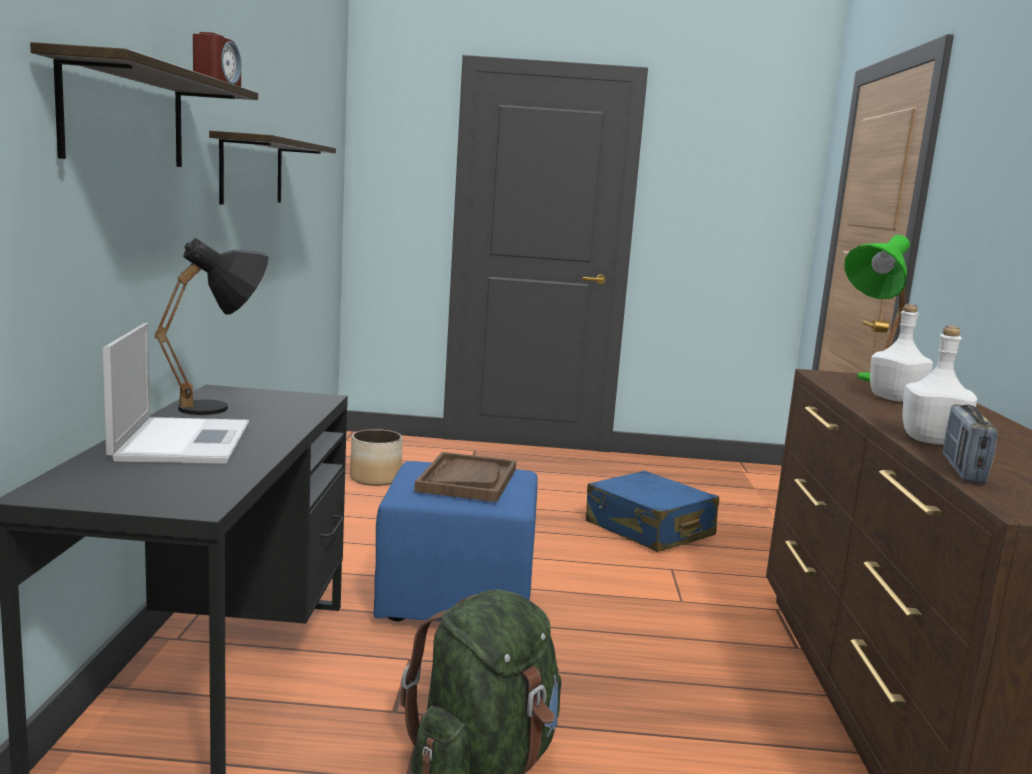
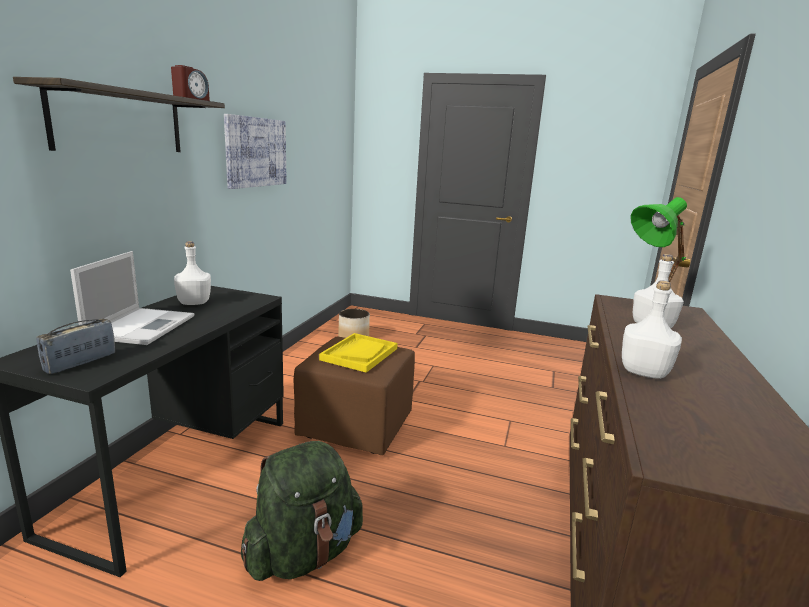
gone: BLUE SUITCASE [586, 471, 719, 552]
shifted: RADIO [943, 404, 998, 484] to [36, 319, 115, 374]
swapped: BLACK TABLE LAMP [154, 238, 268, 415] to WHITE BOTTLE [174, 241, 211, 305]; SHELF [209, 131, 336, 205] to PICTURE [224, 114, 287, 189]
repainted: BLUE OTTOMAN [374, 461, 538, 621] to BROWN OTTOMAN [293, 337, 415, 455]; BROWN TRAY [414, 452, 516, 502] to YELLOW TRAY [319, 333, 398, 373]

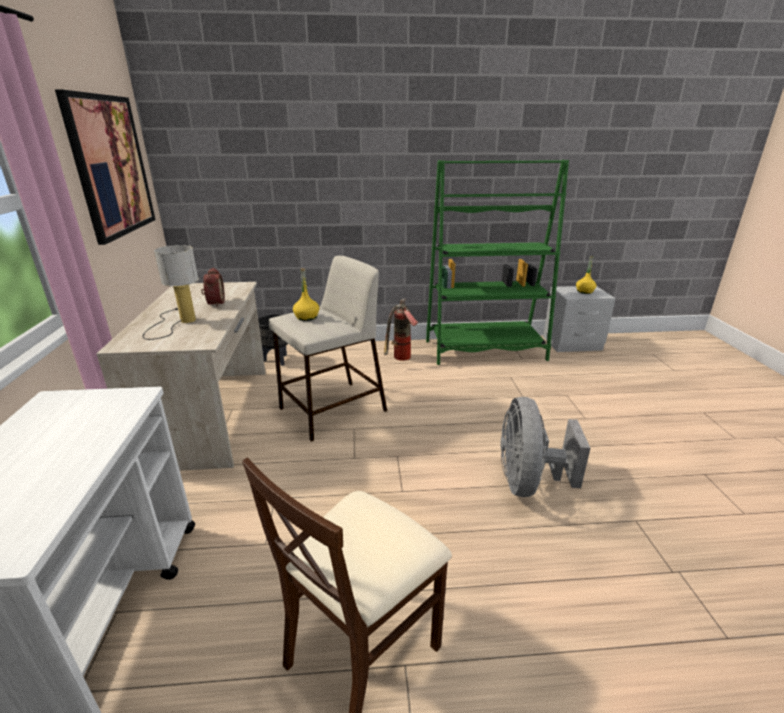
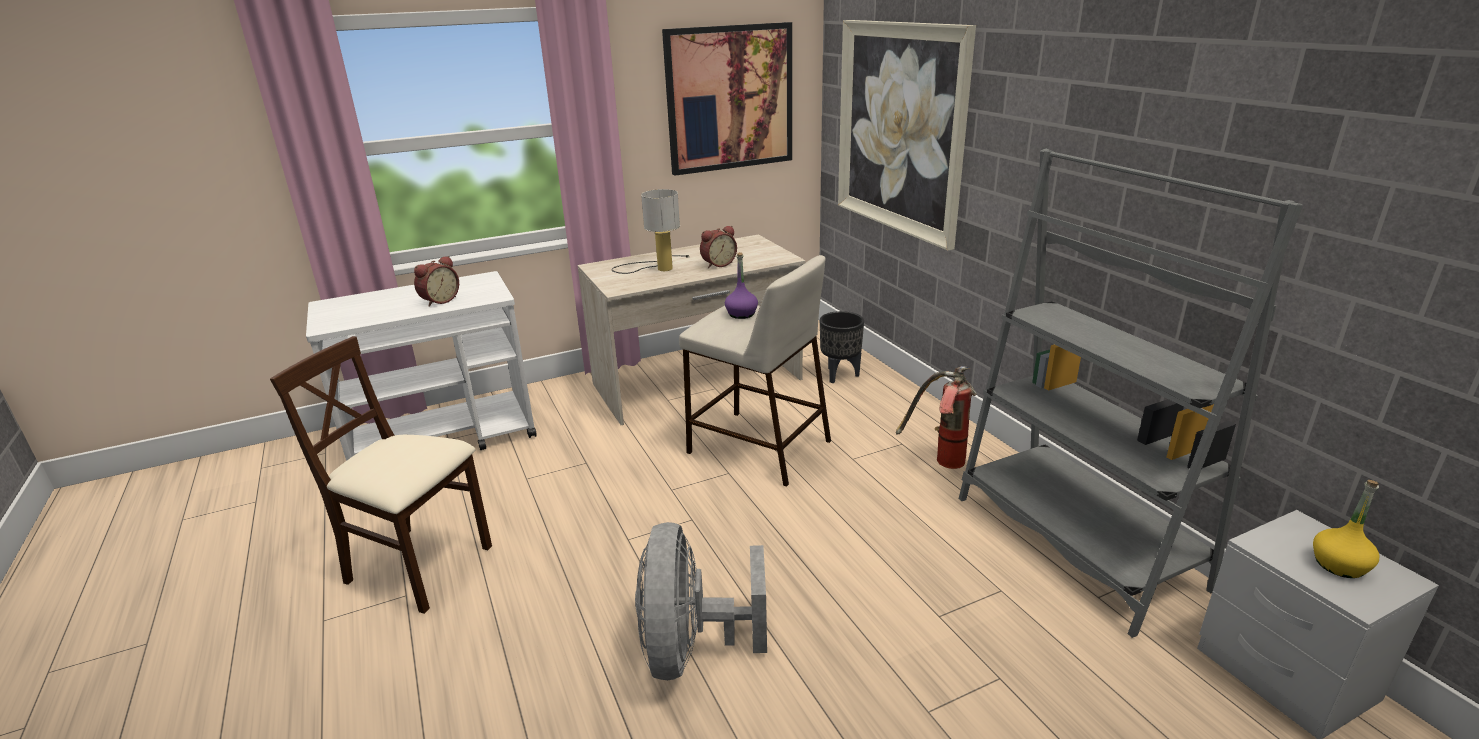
new: ALARM CLOCK [414, 256, 459, 307]; PICTURE [838, 20, 976, 250]
repainted: YELLOW BOTTLE [293, 268, 319, 321] to PURPLE BOTTLE [725, 252, 758, 319]; GREEN BOOKCASE [426, 160, 569, 365] to GREY BOOKCASE [959, 149, 1303, 638]
rotated: GREY FAN [500, 397, 590, 497] = [635, 522, 767, 680] 75 degrees counterclockwise

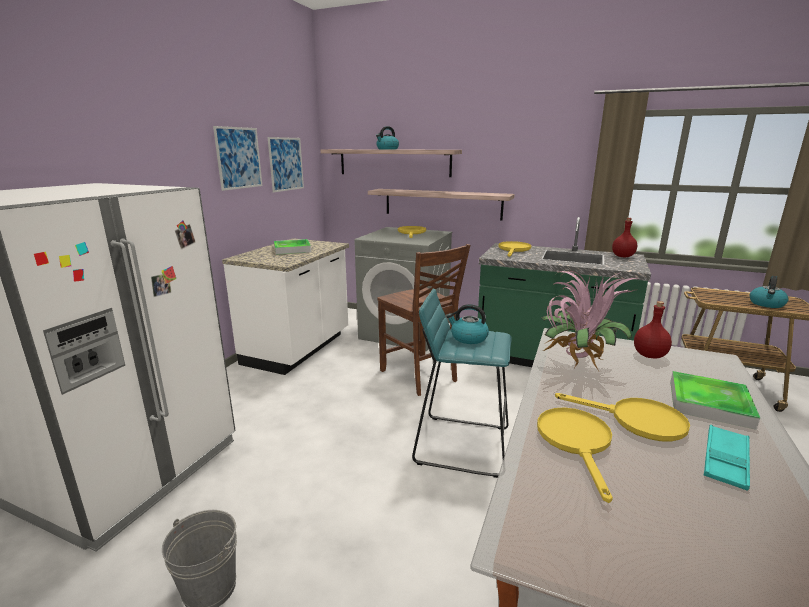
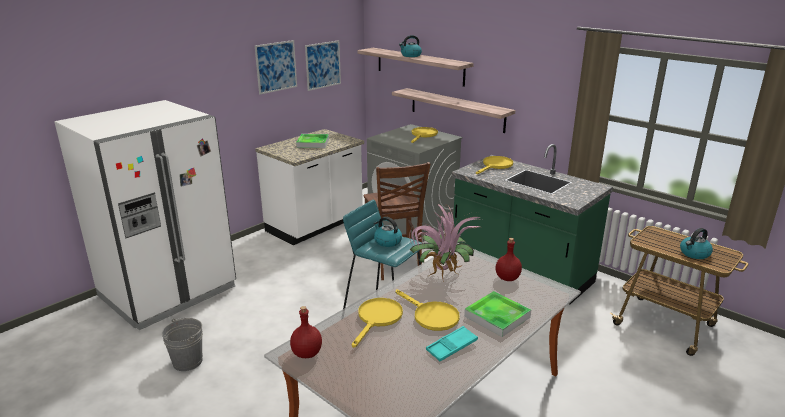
shifted: RED BOTTLE [612, 218, 637, 257] to [290, 306, 322, 358]

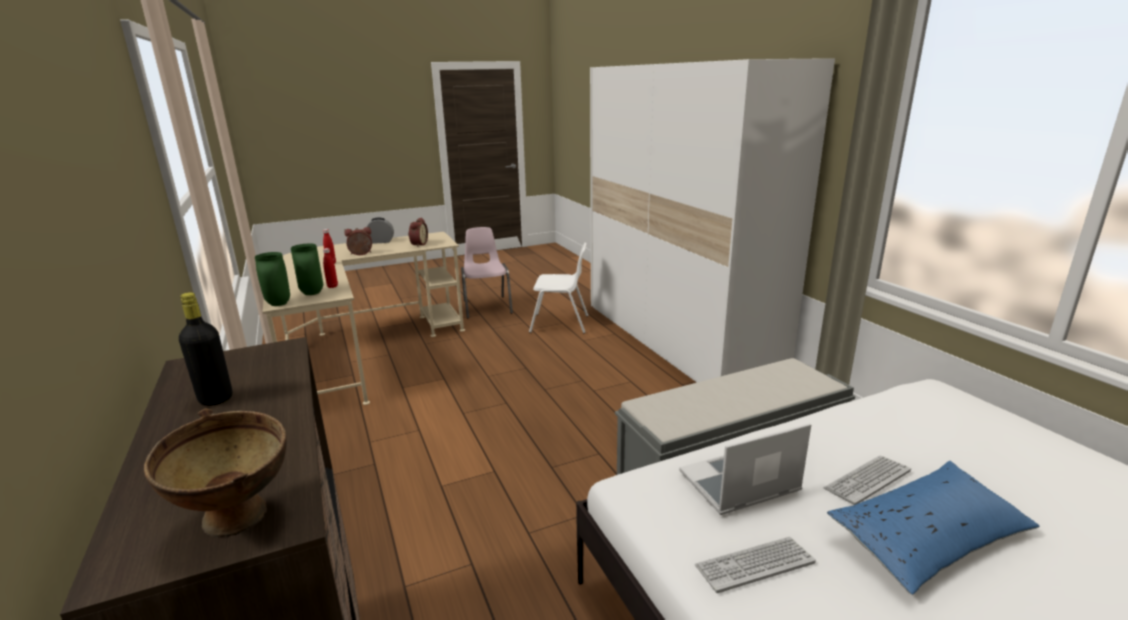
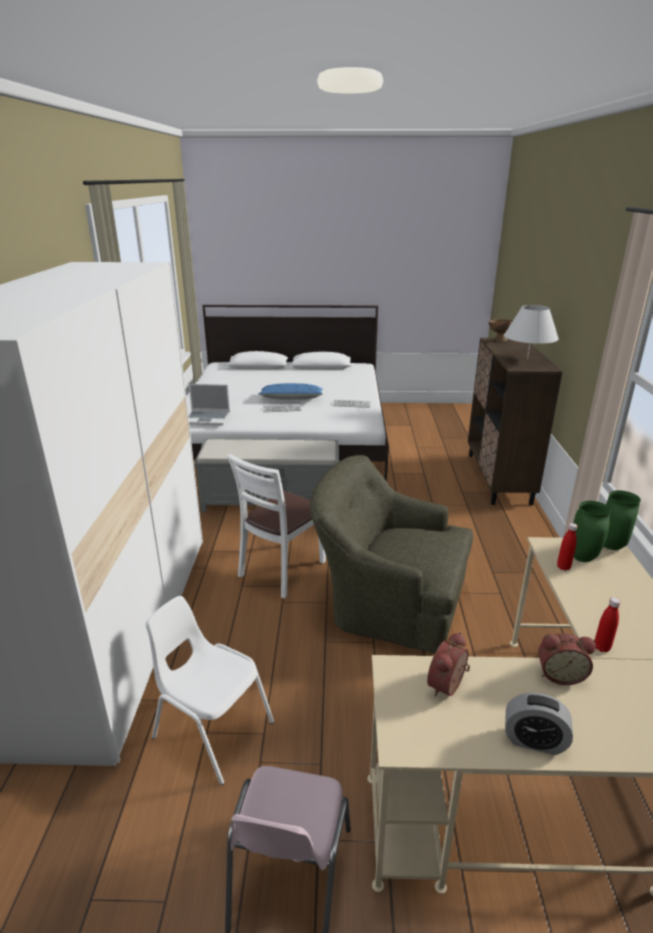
new: WHITE CHAIR [227, 454, 326, 598]; GREEN ARMCHAIR [309, 455, 473, 654]
shifted: LAPTOP [679, 423, 811, 515] to [188, 384, 230, 425]
swapped: BLACK BOTTLE [179, 292, 233, 406] to WHITE TABLE LAMP [504, 305, 559, 359]

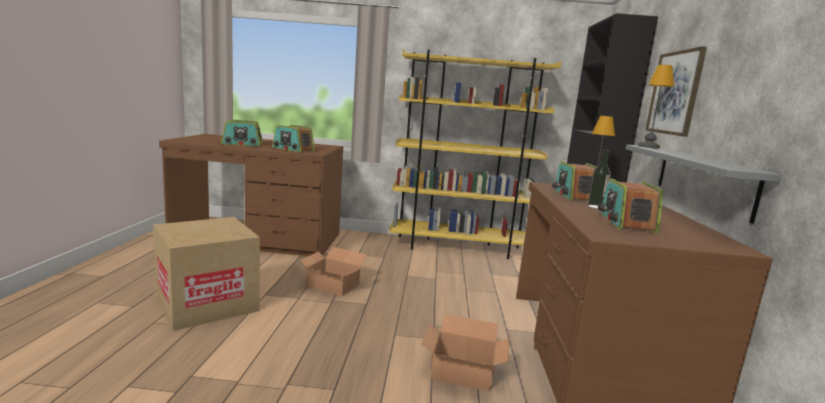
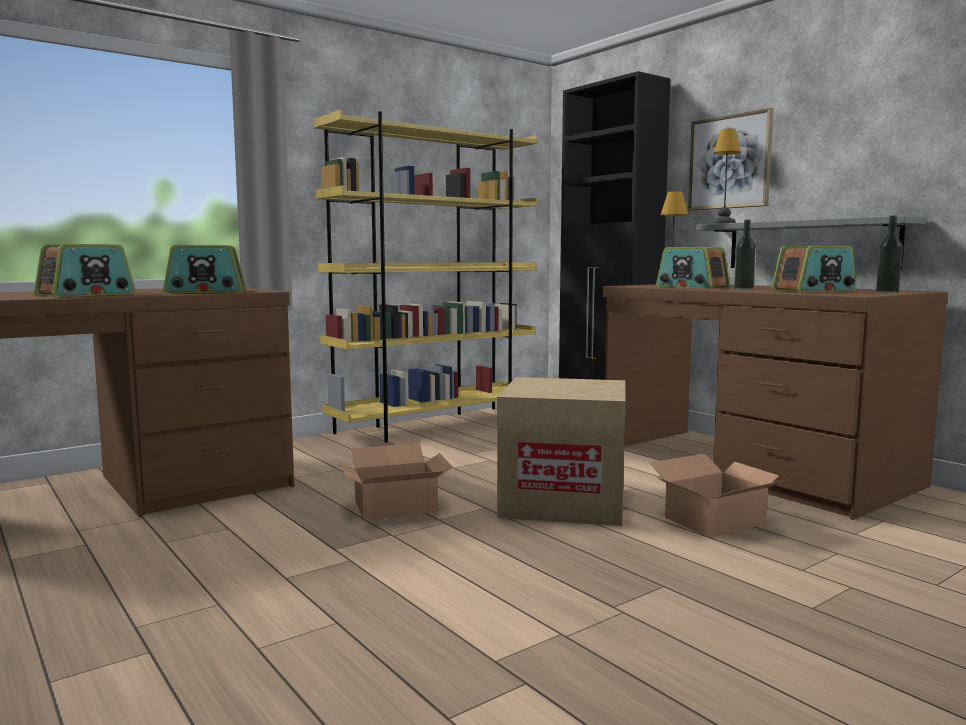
new: BOTTLE [876, 216, 903, 293]
shifted: CARDBOARD BOX [153, 217, 260, 331] to [497, 377, 625, 526]
rotated: RADIO [598, 178, 663, 233] = [771, 245, 856, 292] 75 degrees counterclockwise

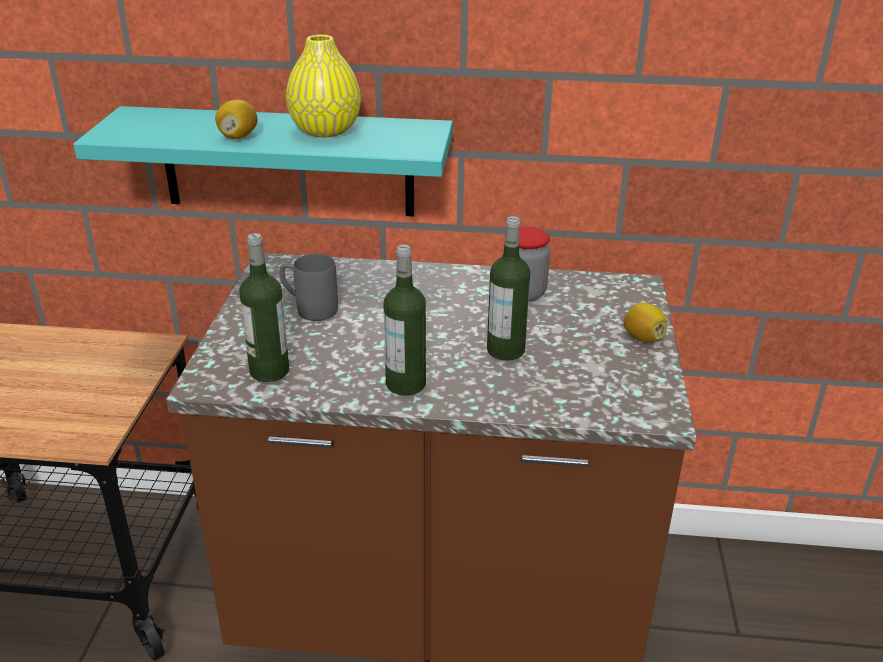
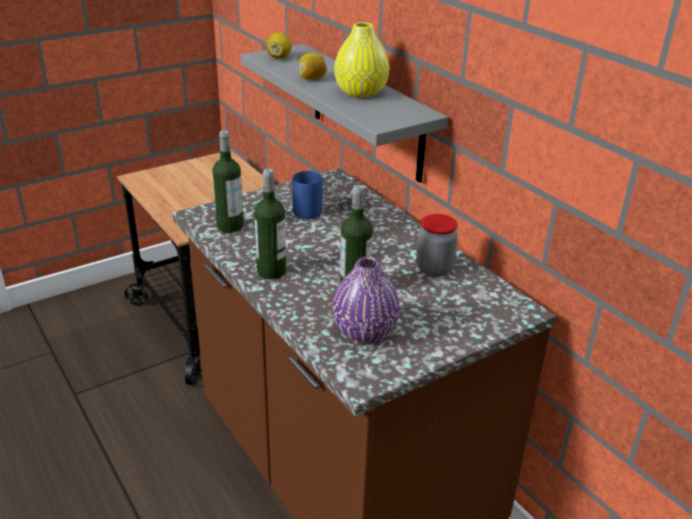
new: PURPLE VASE [332, 256, 400, 343]
shifted: LEMON [623, 303, 668, 342] to [266, 32, 292, 59]
repainted: TURQUOISE SHELF [73, 106, 453, 216] to GREY SHELF [241, 44, 448, 183]; GREY MUG [280, 254, 338, 321] to BLUE MUG [292, 171, 323, 219]

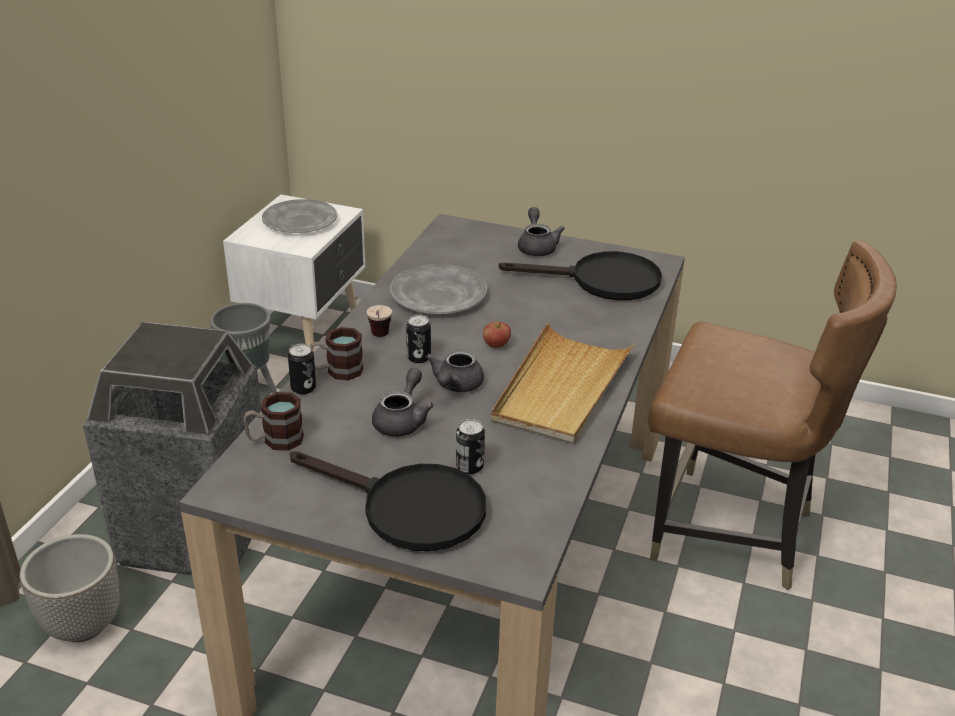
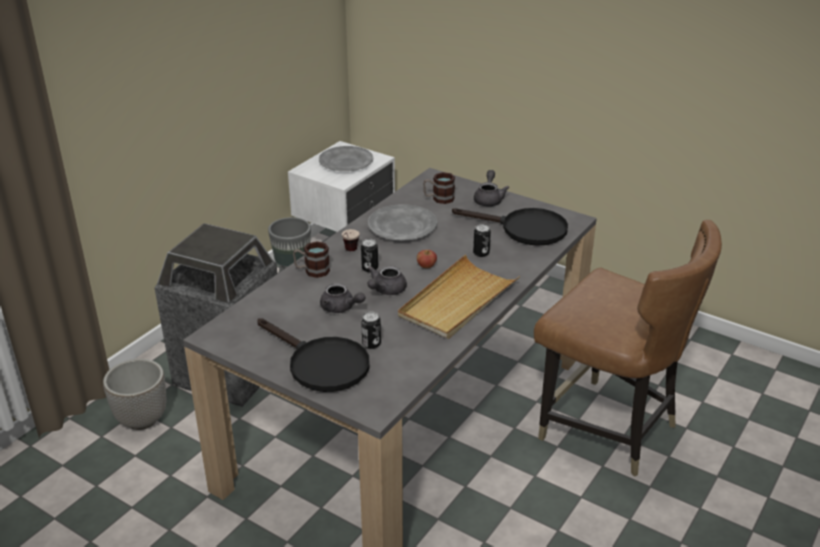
shifted: MUG [243, 392, 304, 451] to [423, 172, 455, 204]; CAN [288, 344, 316, 394] to [473, 224, 491, 257]
rotated: GREY TEAPOT [372, 368, 434, 437] = [320, 283, 365, 313] 90 degrees clockwise

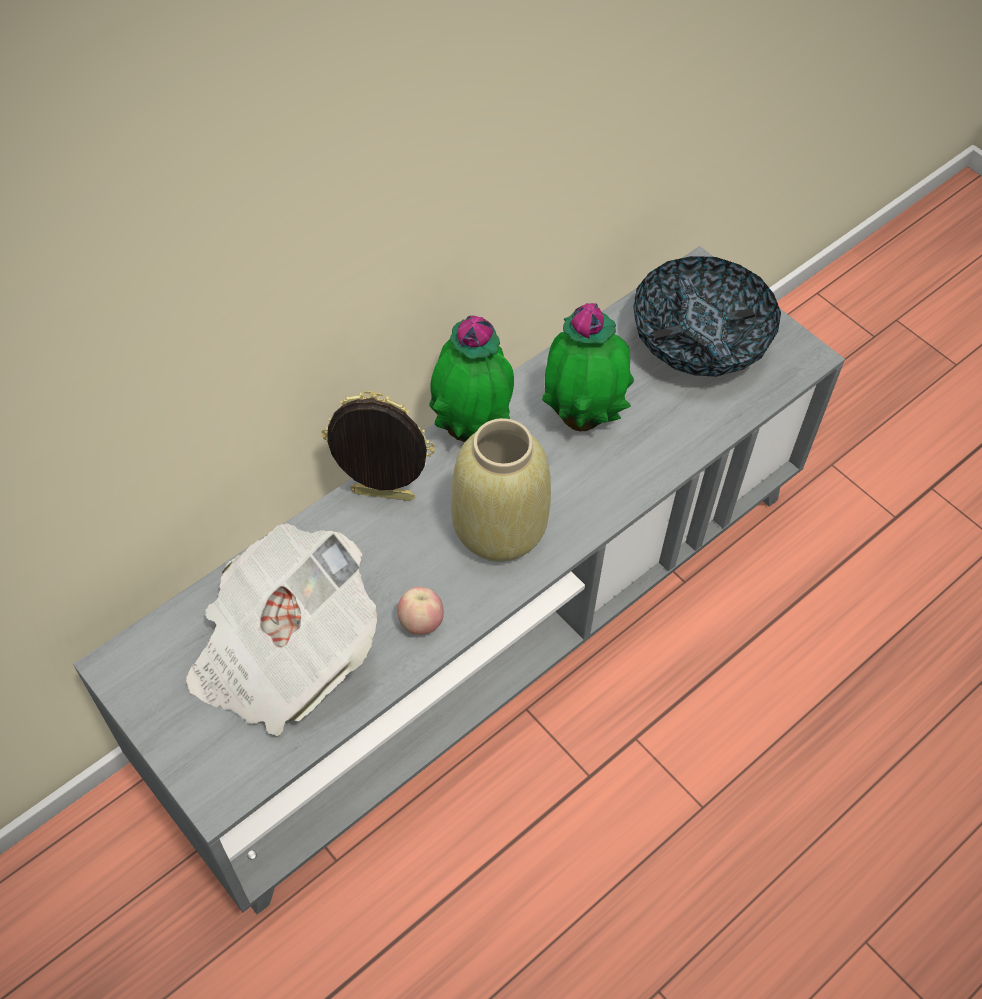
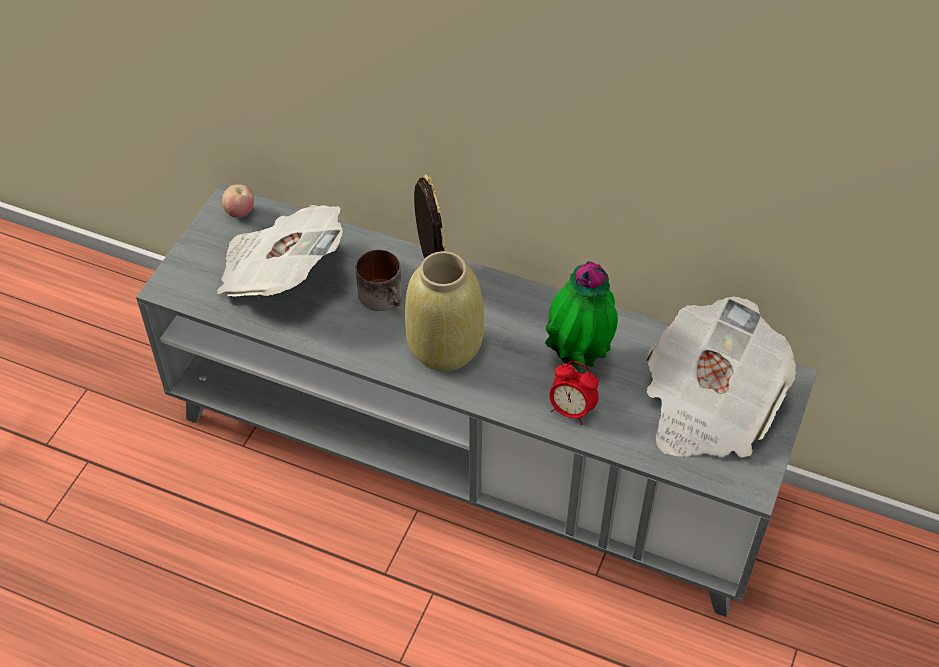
gone: POTTED PLANT [429, 316, 514, 442]
new: MUG [356, 250, 402, 311]; ALARM CLOCK [549, 361, 599, 425]
shifted: APPLE [397, 587, 444, 635] to [222, 184, 254, 218]
swapped: BOWL [633, 256, 781, 377] to NEWSPAPER [647, 296, 796, 458]

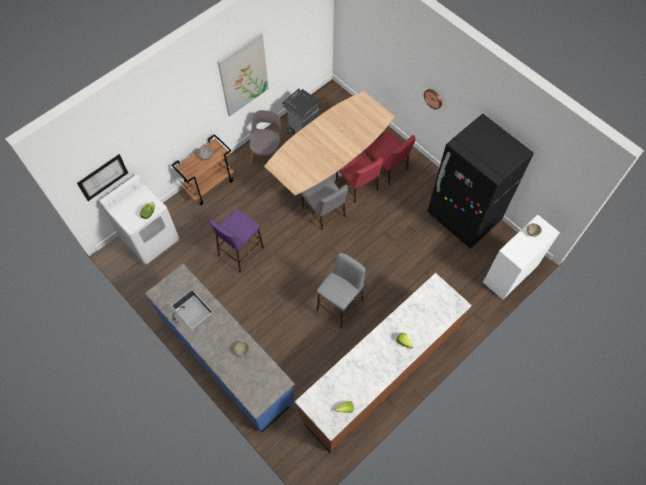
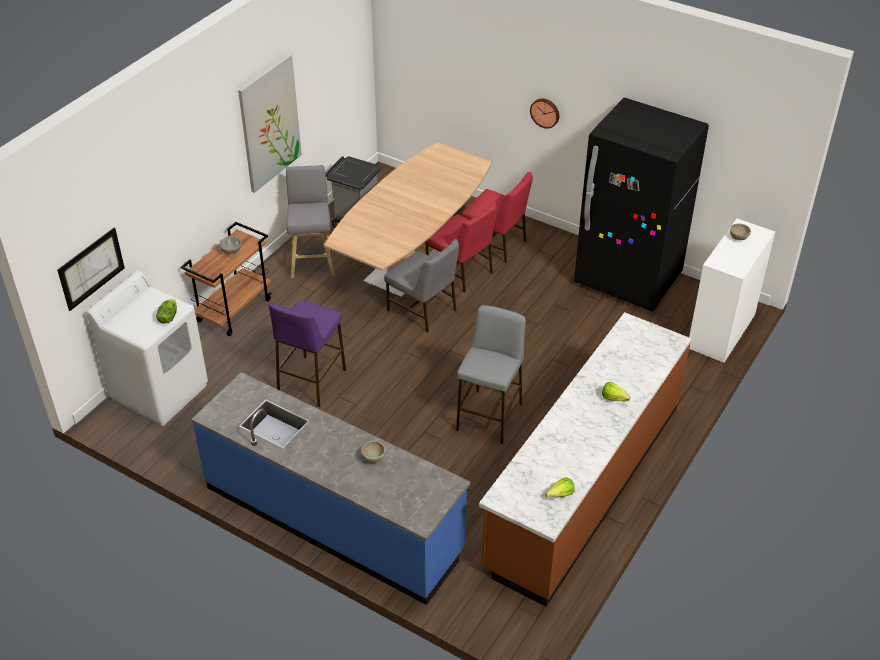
swapped: GREY CHAIR [249, 110, 283, 167] to GREY STOOL [286, 165, 335, 278]

